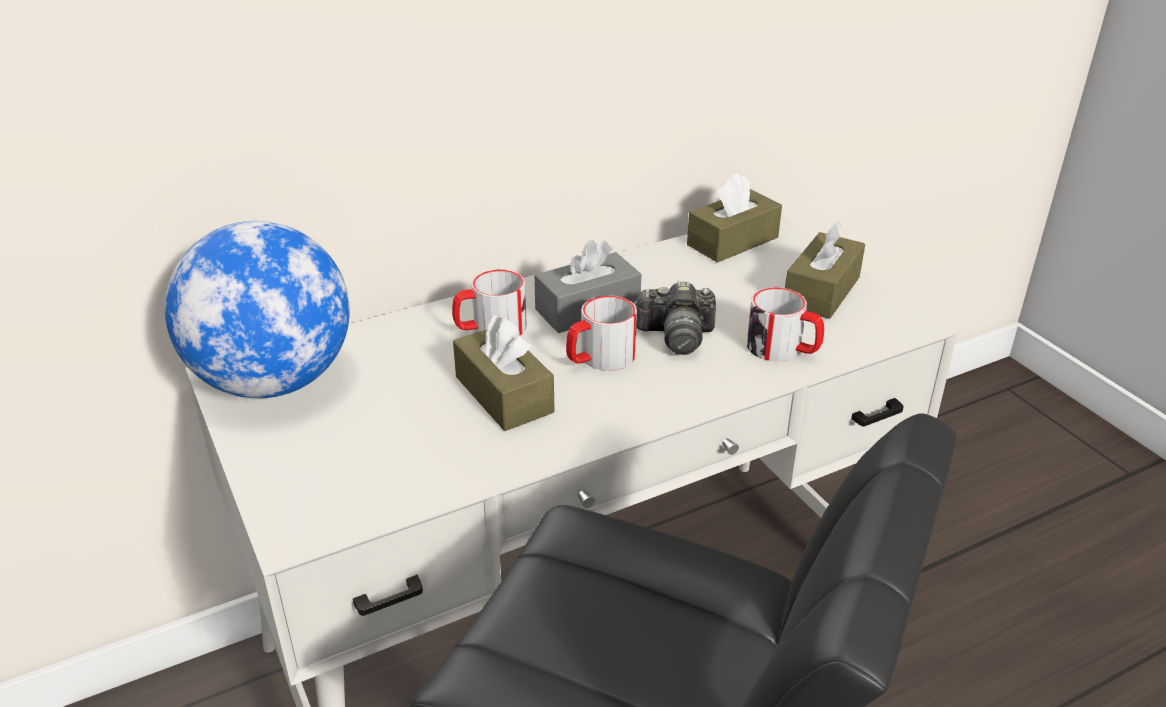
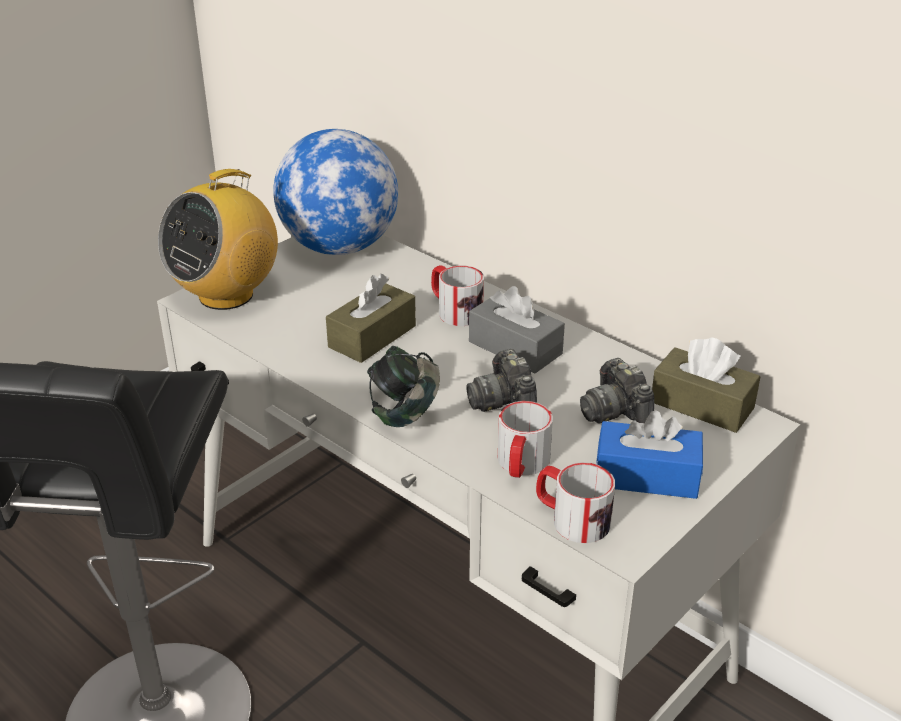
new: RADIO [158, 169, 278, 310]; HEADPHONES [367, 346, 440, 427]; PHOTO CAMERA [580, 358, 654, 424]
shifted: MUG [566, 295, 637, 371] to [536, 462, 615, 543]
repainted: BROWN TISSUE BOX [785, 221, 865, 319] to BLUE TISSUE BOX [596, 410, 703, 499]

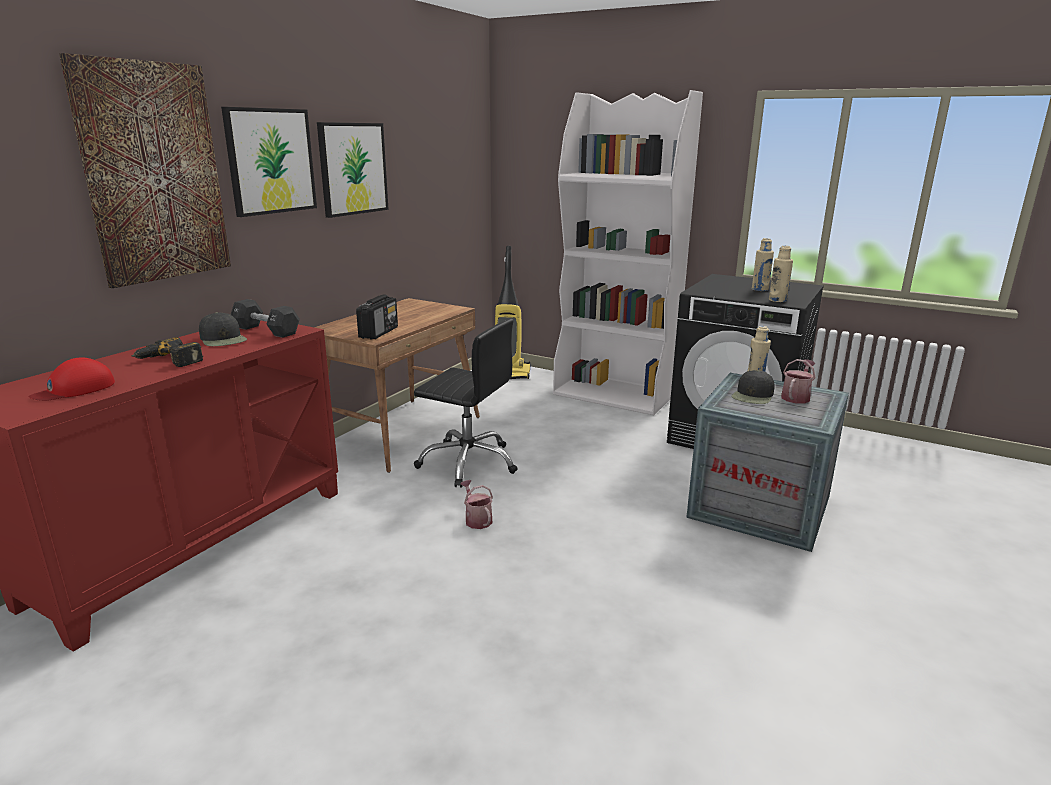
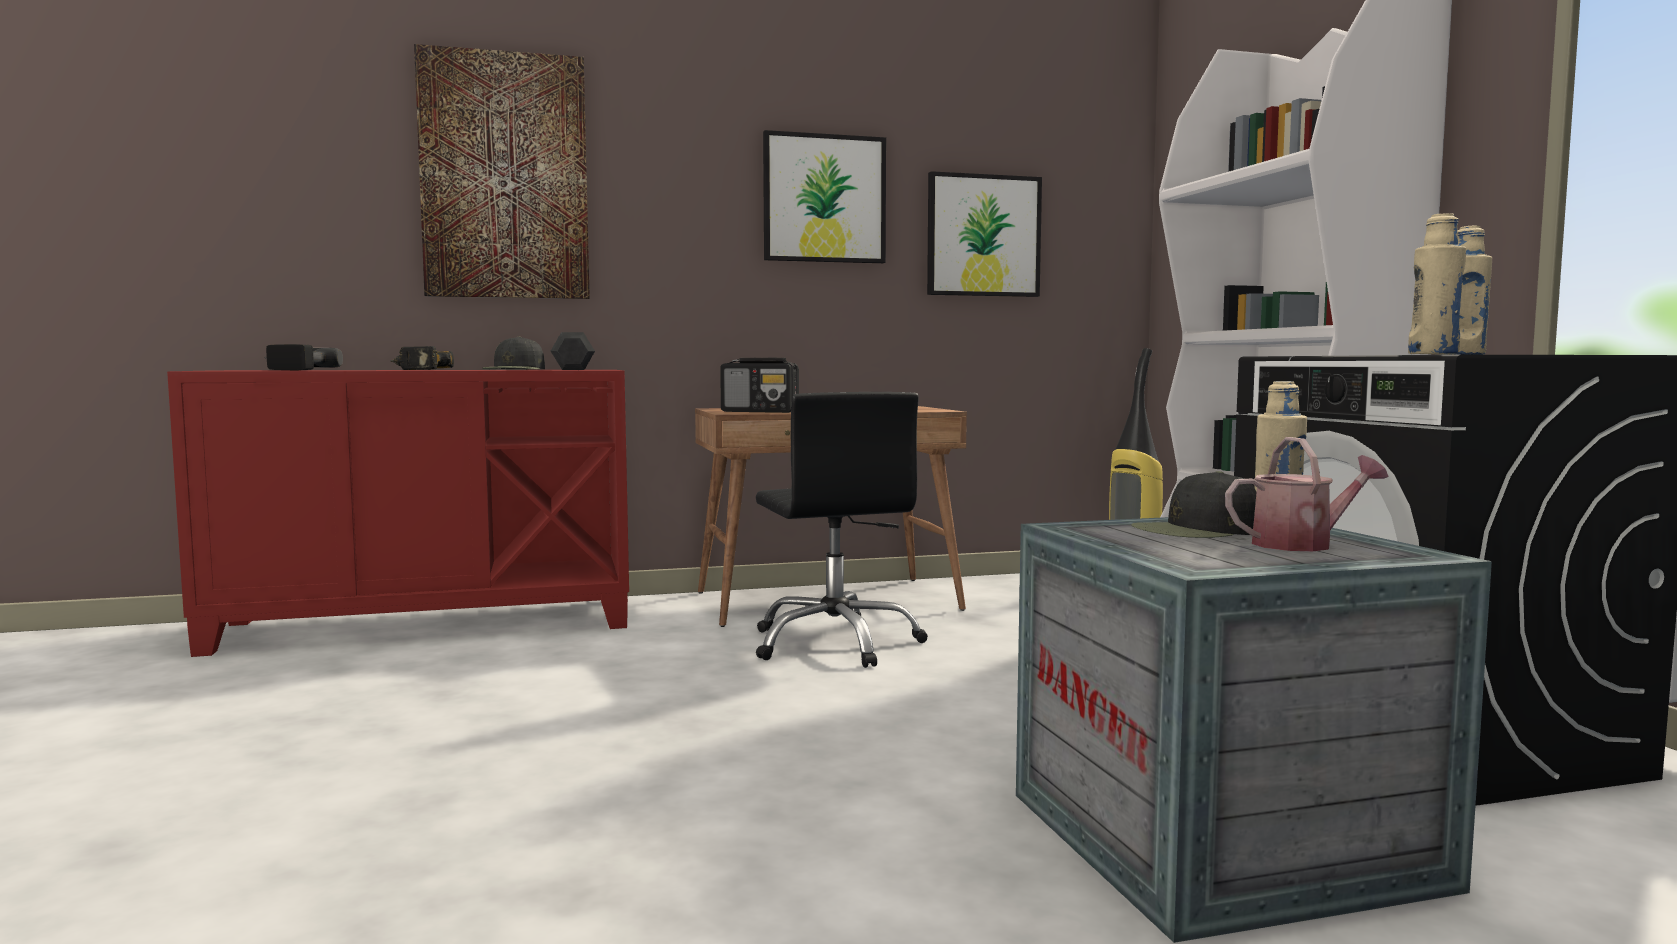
gone: WATERING CAN [460, 480, 493, 529]
shifted: PICTURE [221, 107, 317, 217] to [927, 171, 1042, 297]
swapped: RED CAP [28, 357, 115, 401] to POWER DRILL [264, 344, 343, 370]
rotated: RADIO [356, 294, 398, 339] = [720, 358, 799, 413] 45 degrees clockwise

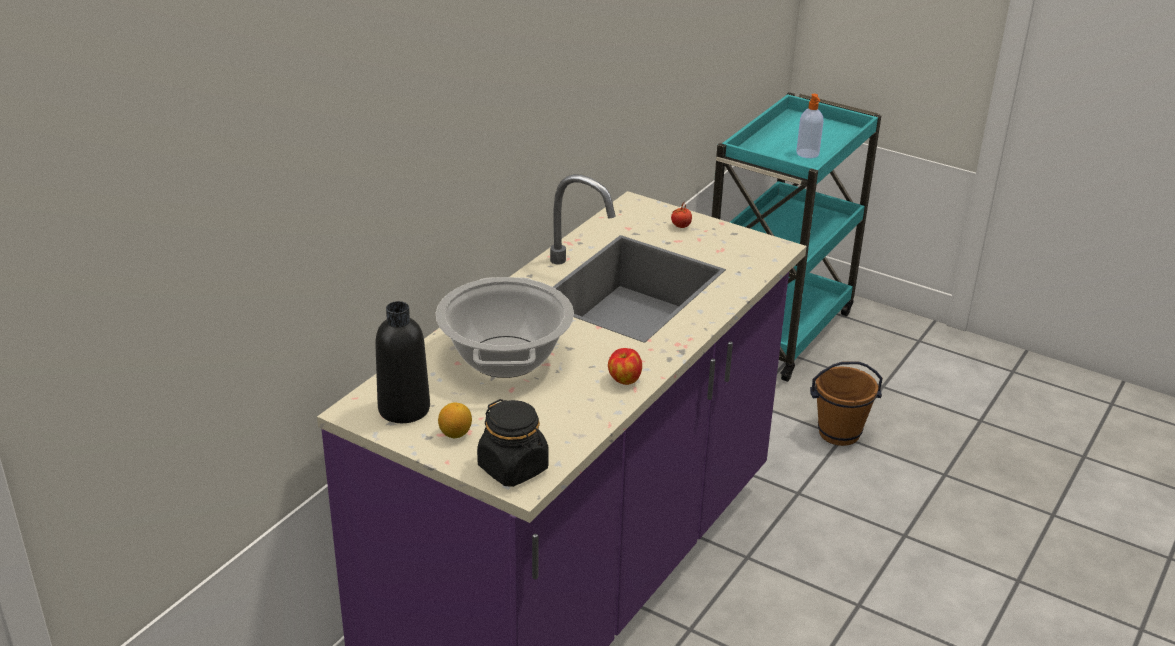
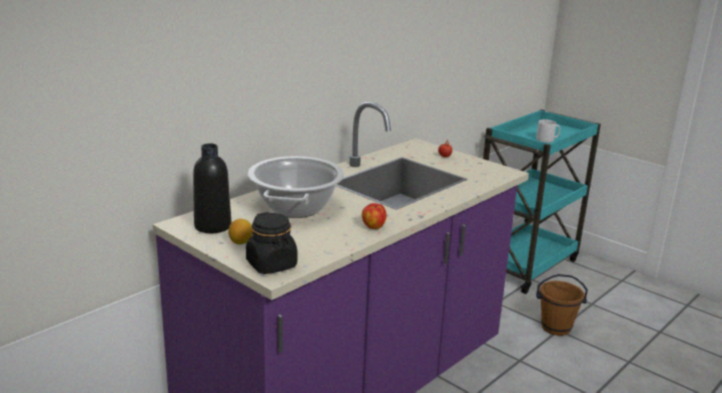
swapped: SOAP DISPENSER [796, 94, 824, 158] to GREY MUG [536, 119, 560, 143]

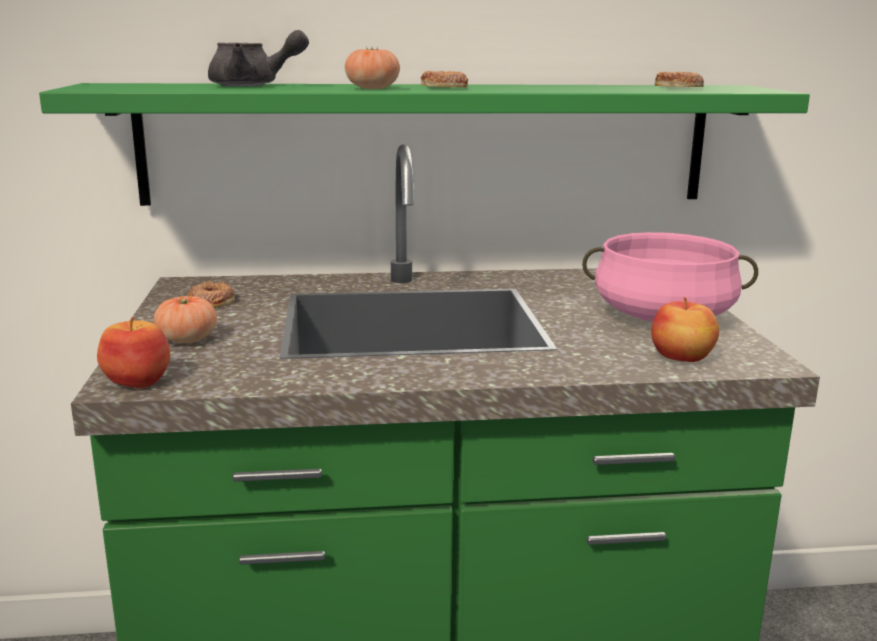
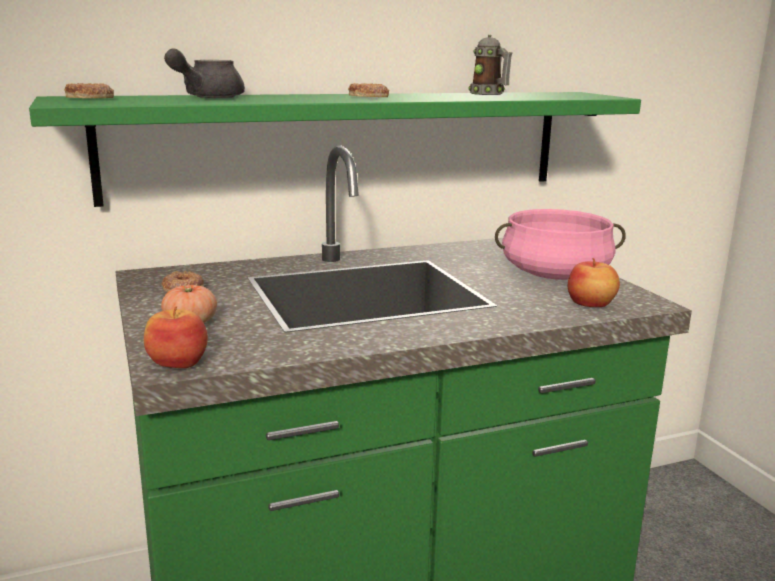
gone: TOMATO [345, 47, 400, 89]
new: MUG [468, 35, 512, 95]
shifted: DONUT [655, 72, 704, 87] to [64, 83, 114, 98]
rotated: GREY TEAPOT [208, 30, 309, 86] = [164, 48, 245, 98] 135 degrees clockwise

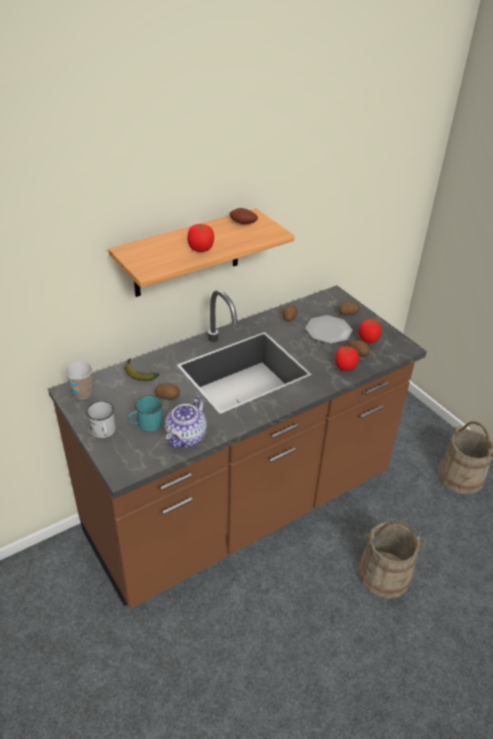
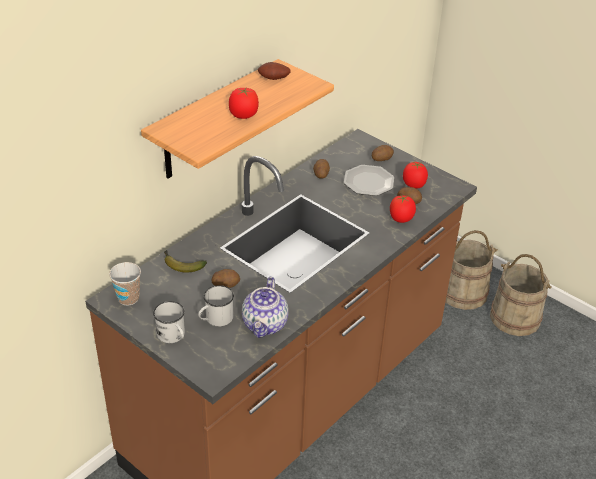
shifted: BEIGE BUCKET [358, 521, 425, 599] to [446, 230, 498, 310]
repainted: TURQUOISE MUG [128, 395, 163, 432] to WHITE MUG [198, 285, 234, 327]

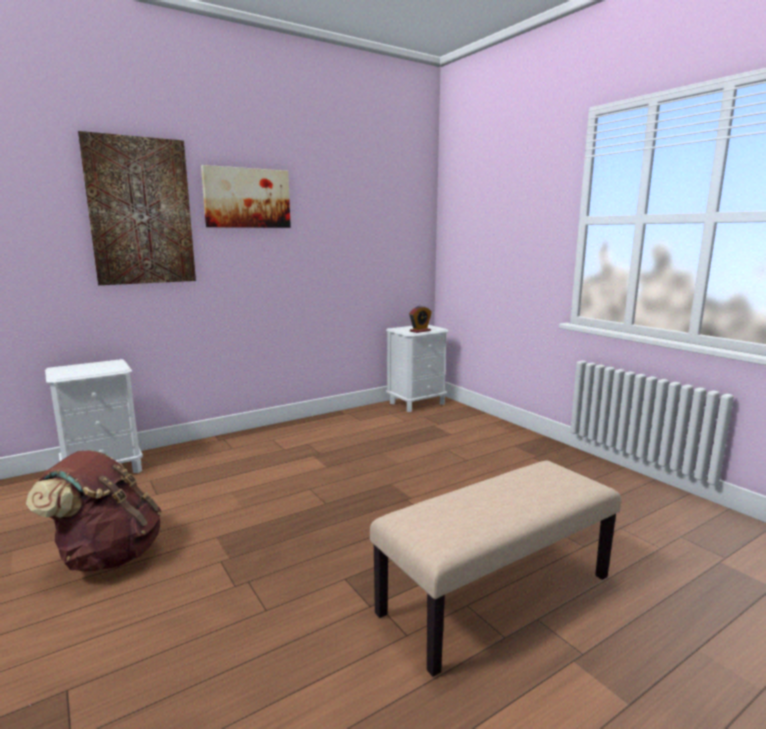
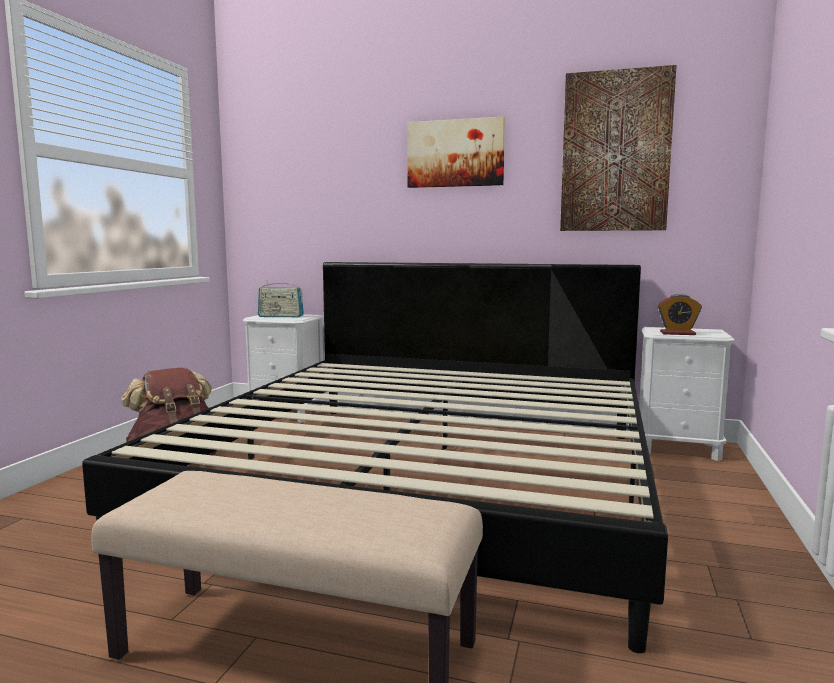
new: BED [82, 262, 668, 653]; RADIO [258, 280, 304, 317]
shifted: PICTURE [78, 131, 196, 285] to [560, 65, 677, 231]

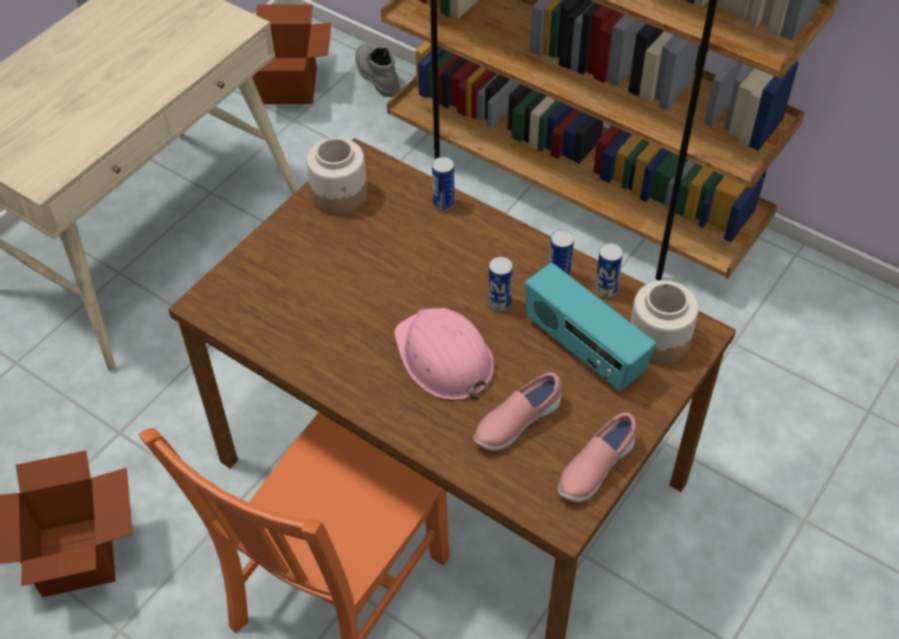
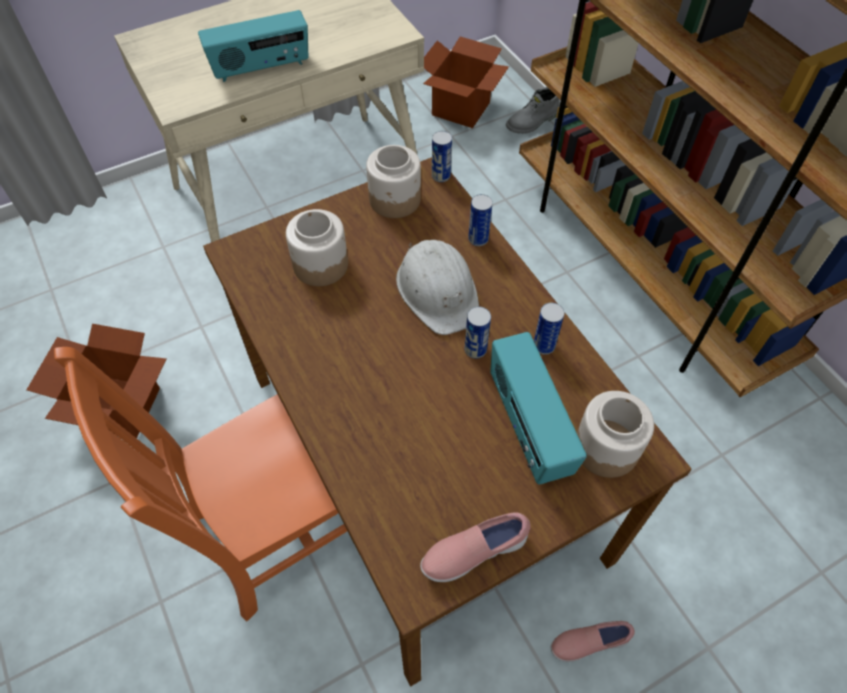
gone: PINK HARD HAT [394, 308, 494, 400]
new: RADIO [198, 10, 308, 82]; JAR [286, 209, 348, 286]; WHITE HARD HAT [396, 240, 479, 335]
shifted: PINK SHOE [474, 372, 562, 451] to [551, 621, 635, 662]; CAN [595, 243, 623, 298] to [432, 131, 452, 182]
rotated: GREY BOOT [355, 44, 400, 97] = [506, 87, 559, 134] 120 degrees counterclockwise

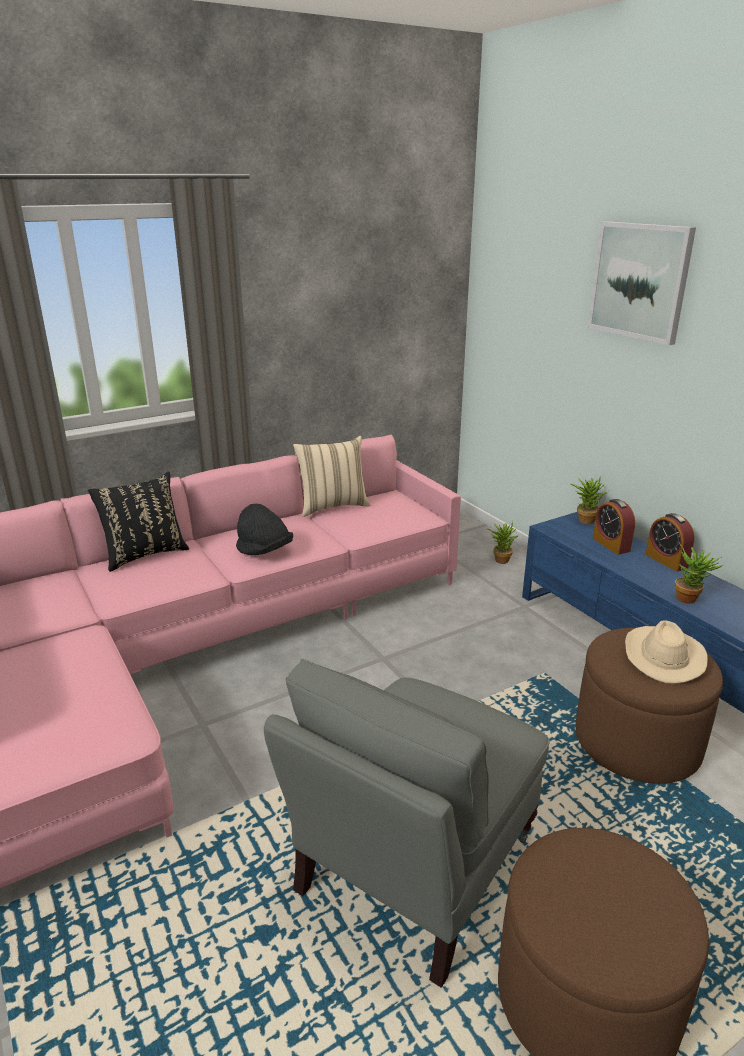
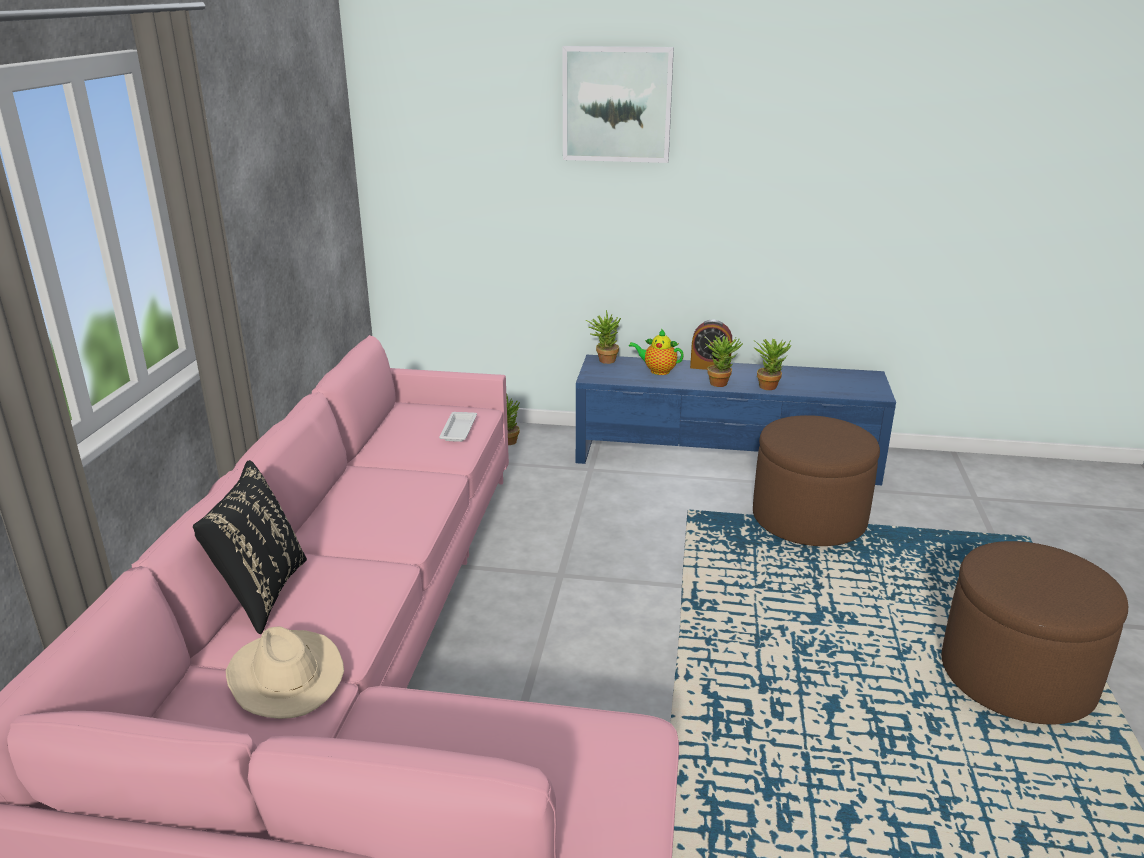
gone: BLACK HAT [236, 504, 293, 555]; GREY ARMCHAIR [264, 659, 550, 988]; BEIGE PILLOW [293, 436, 371, 517]
new: WHITE TRAY [439, 412, 477, 442]; POTTED PLANT [704, 336, 743, 387]
shifted: BEIGE HAT [625, 621, 708, 684] to [226, 626, 344, 719]
swapped: ALARM CLOCK [593, 499, 635, 555] to TEAPOT [629, 329, 684, 375]

